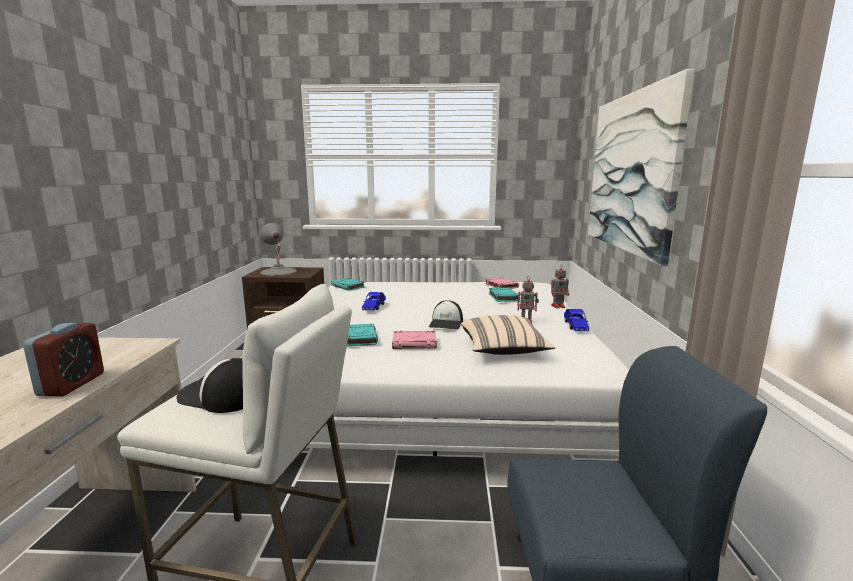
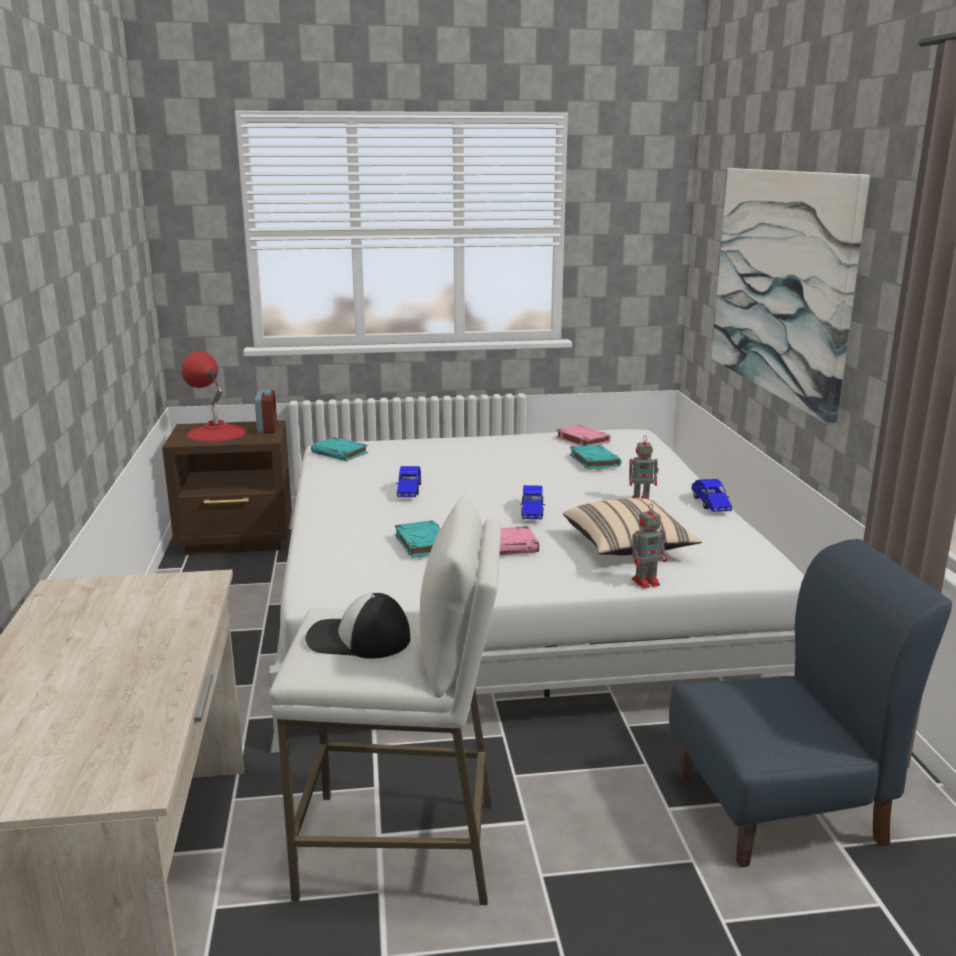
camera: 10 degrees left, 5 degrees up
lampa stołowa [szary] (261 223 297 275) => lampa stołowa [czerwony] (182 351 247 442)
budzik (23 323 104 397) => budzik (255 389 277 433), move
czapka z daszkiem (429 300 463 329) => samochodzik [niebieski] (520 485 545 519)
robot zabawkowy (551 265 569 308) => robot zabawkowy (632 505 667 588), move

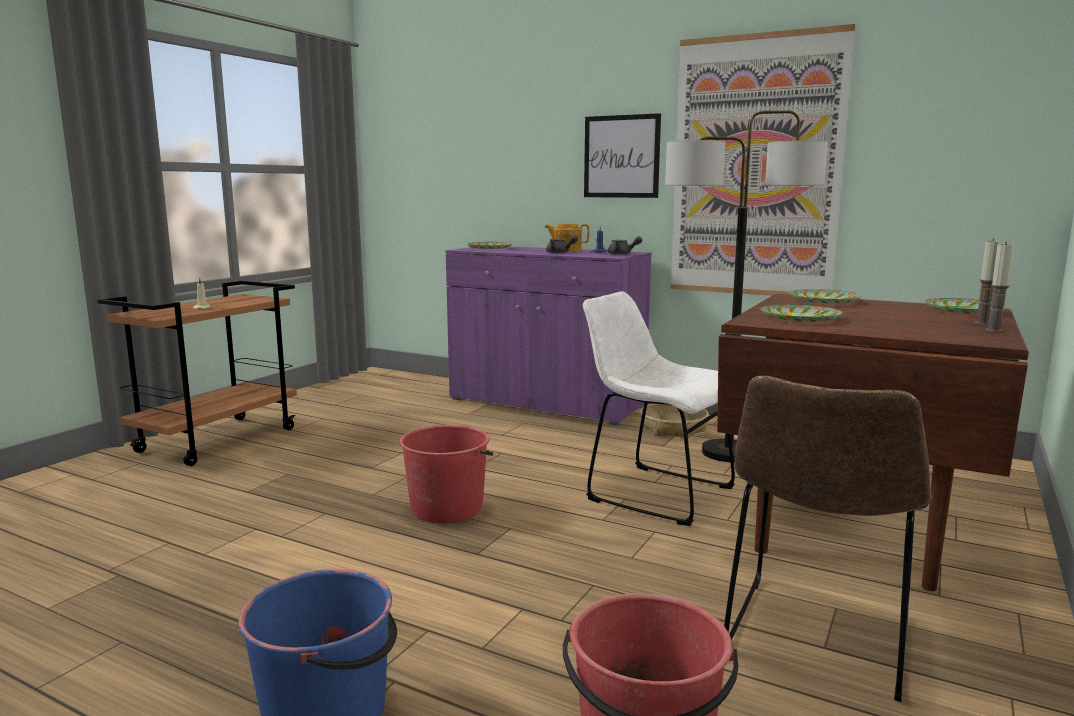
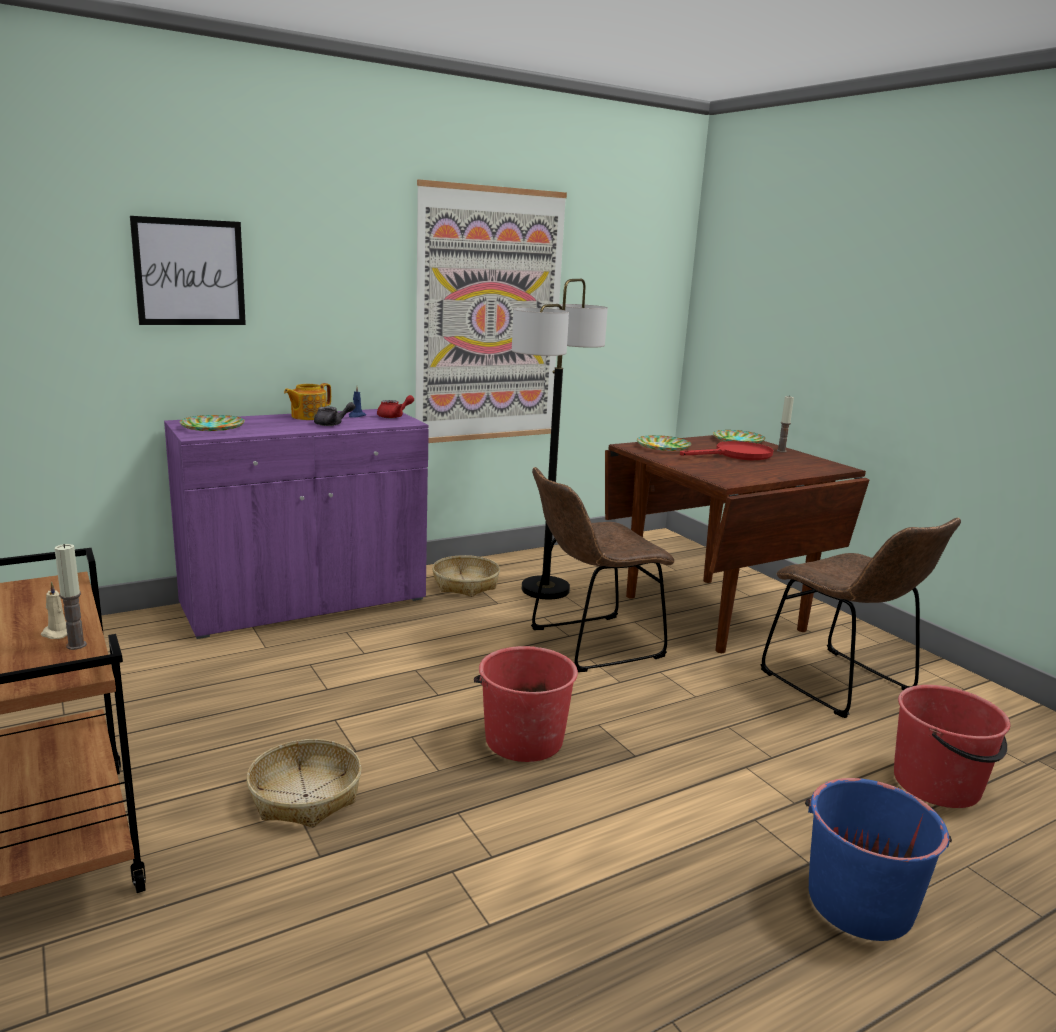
camera: 60 degrees left, 5 degrees up
świeca (986 241 1014 332) => świeca (54 544 87 650), move
obraz (584 113 661 198) => obraz (130 216 246 325), move
nothing => koszyk (247 739 362 827)
imbryk [szary] (608 236 642 255) => imbryk [czerwony] (377 395 414 418)
krzesło [biały] (583 291 735 526) => krzesło [brązowy] (531 467 674 672)
nothing => patelnia [czerwony] (680 441 774 460)
talerz (760 304 842 322) => nothing

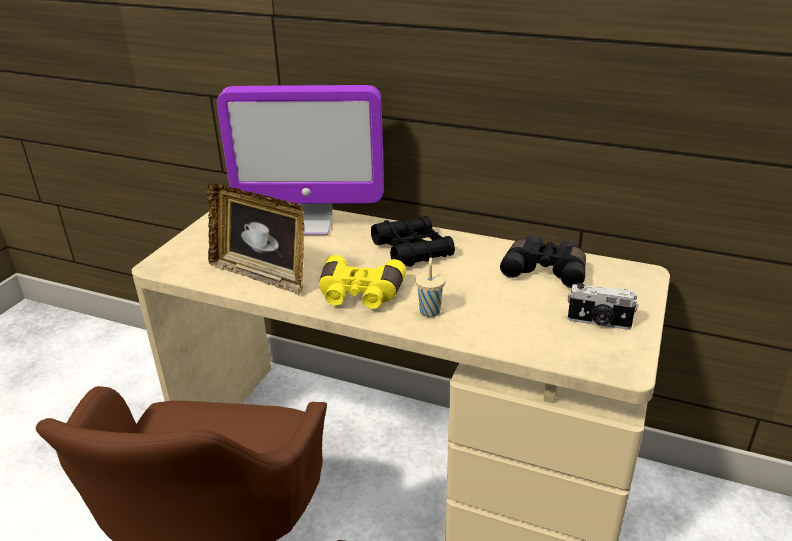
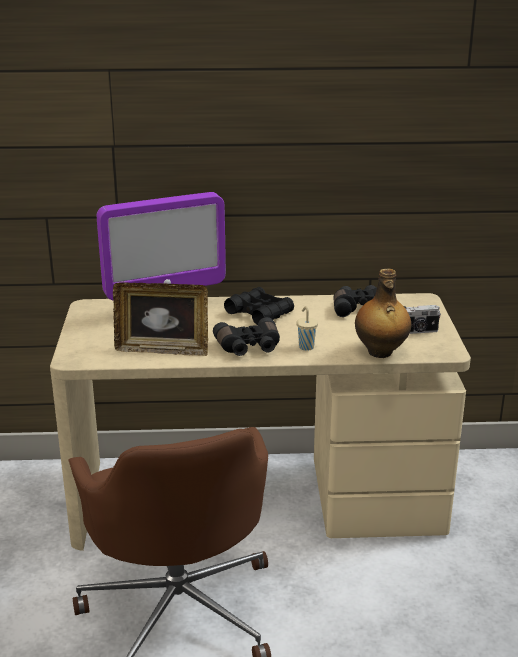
camera: 25 degrees left, 5 degrees down
lornetka [żółty] (319 255 406 309) => lornetka [czarny] (213 317 280 356)
nothing => butelka (355 269 411 358)

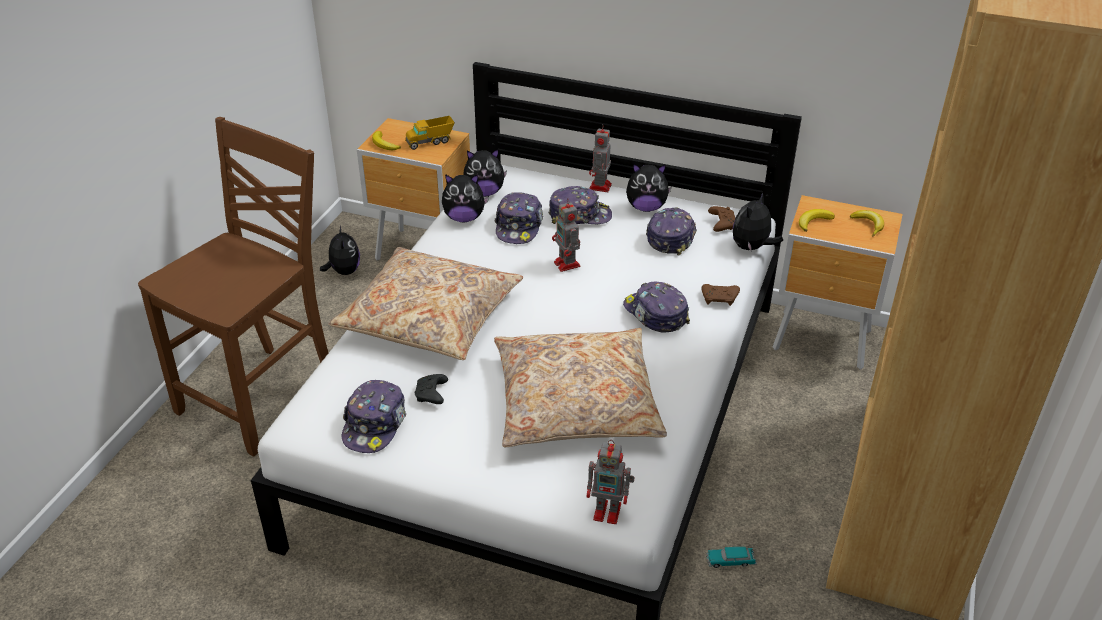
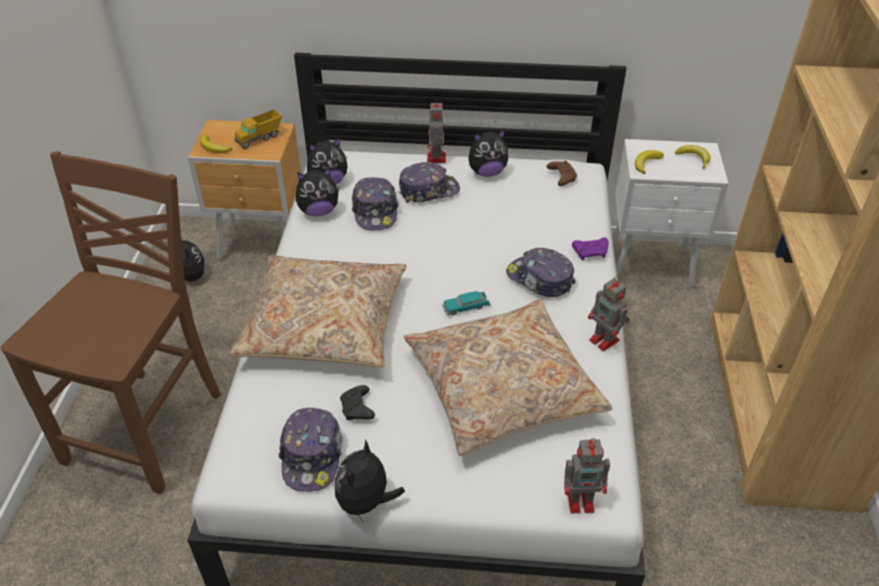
camera: 15 degrees left, 5 degrees up
pluszak (733 192 783 252) => pluszak (335 439 405 522), move
samochodzik (706 547 757 568) => samochodzik (442 291 491 316), move
pad do gier [brązowy] (701 284 740 306) => pad do gier [fioletowy] (572 237 609 260)
robot zabawkowy (552 198 580 272) => robot zabawkowy (588 276 630 351), move
szafka nocna [brązowy] (773 195 903 369) => szafka nocna [biały] (612 139 729 287)
czapka z daszkiem (646 208 697 256) => nothing

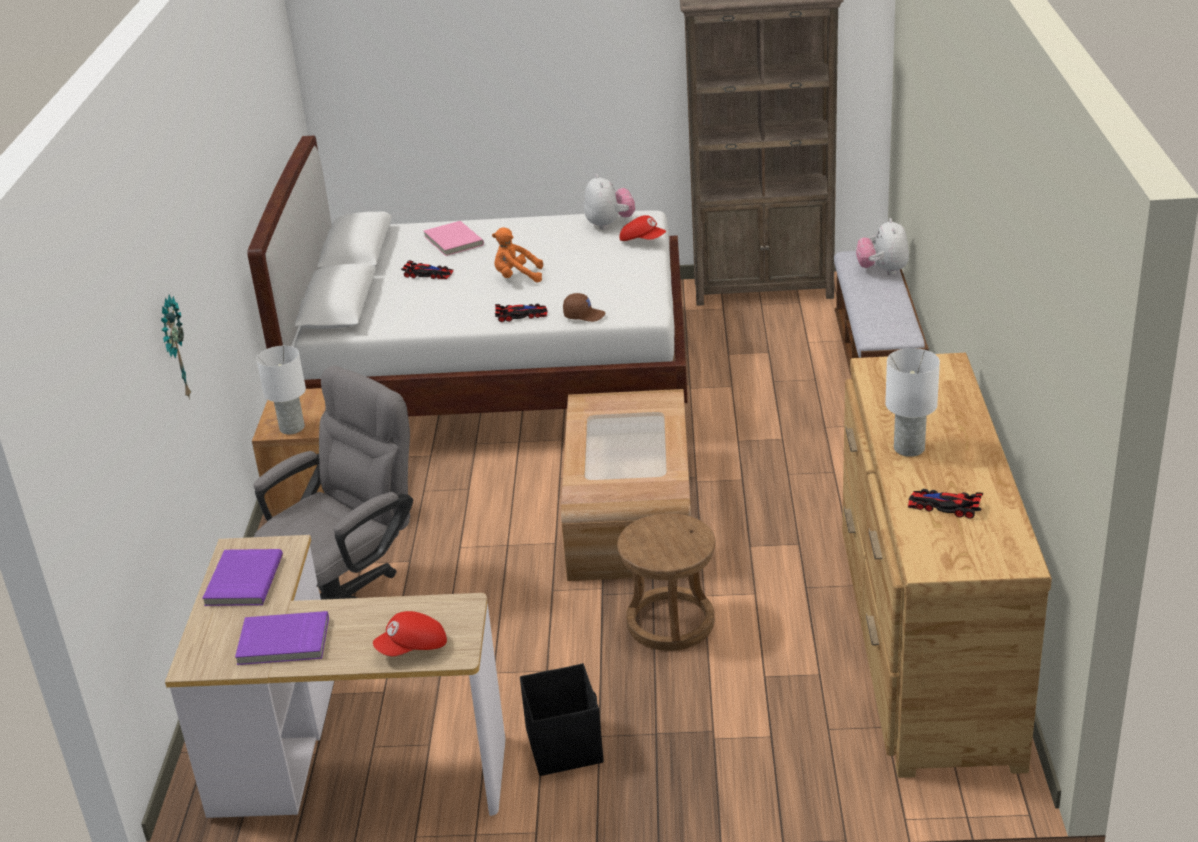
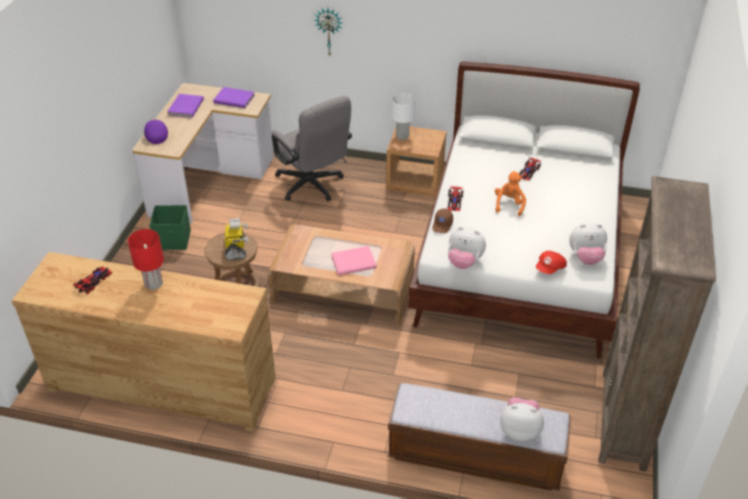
camera: 100 degrees right, 10 degrees up
lampa stołowa [biały] (885 348 940 457) => lampa stołowa [czerwony] (128 229 164 290)
czapka z daszkiem [czerwony] (373 611 447 656) => czapka z daszkiem [fioletowy] (144 119 168 144)
pojemnik do przechowywania [czarny] (520 663 604 776) => pojemnik do przechowywania [zielony] (149 205 191 250)
nothing => robot zabawkowy (225 218 248 260)
książka [różowy] (424 221 484 256) => książka [różowy] (331 246 377 275), move
nothing => pluszak (448 227 486 269)

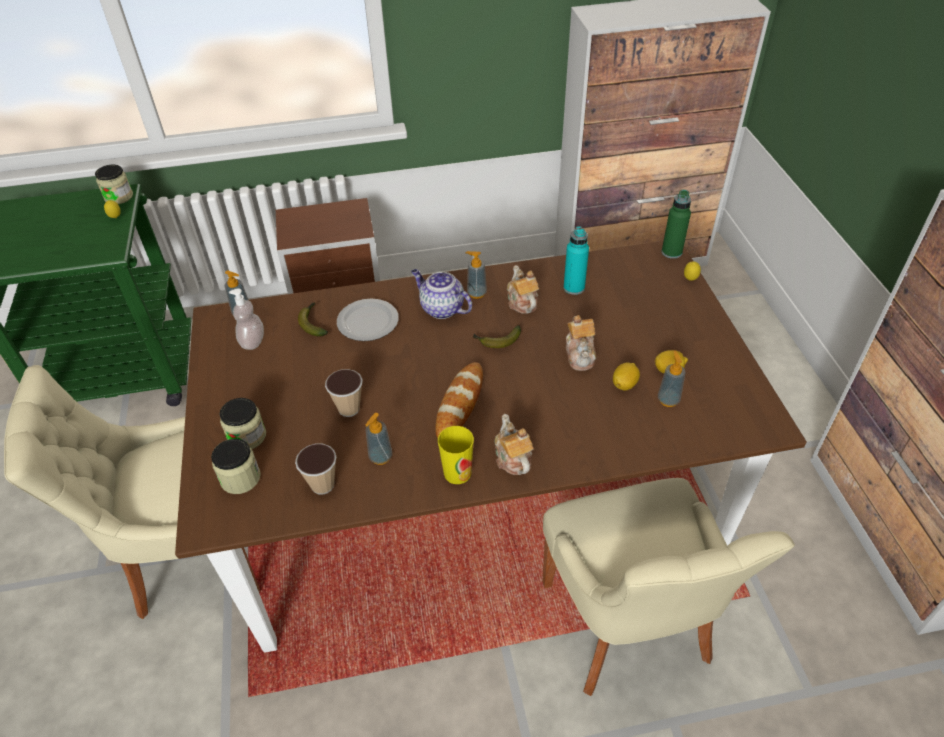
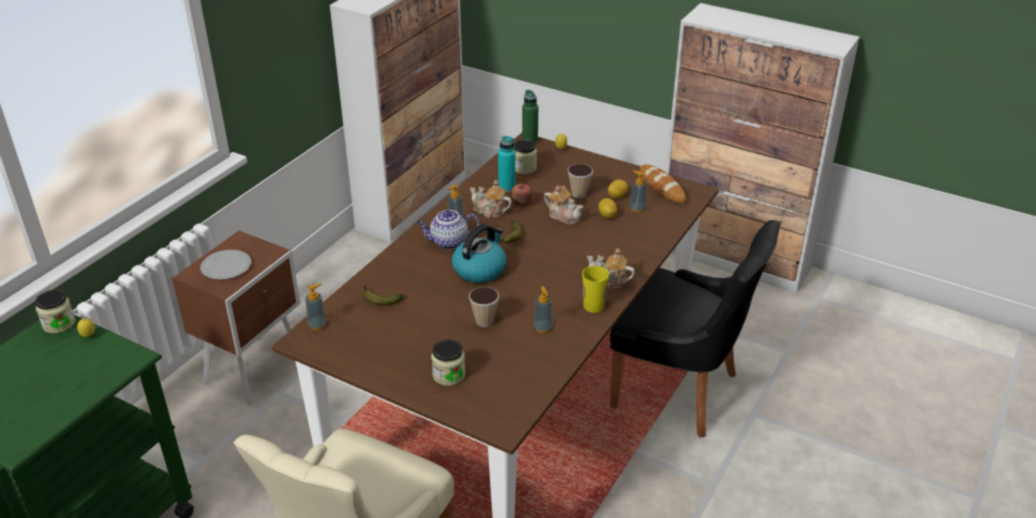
camera: 50 degrees left, 10 degrees down
talerz (337 299 399 341) => talerz (200 250 251 280), move
nothing => czajnik (452 224 506 283)
nothing => jabłko (511 183 532 206)
słoik (211 439 261 494) => słoik (513 139 537 174), move
filiżanka (295 444 336 494) => filiżanka (567 164 593 198), move
krzesło [beżowy] (542 478 795 696) => krzesło [czarny] (610 220 781 438)
chleb (435 362 483 438) => chleb (639 164 686 203), move
dozownik mydła (229 289 264 350) => nothing

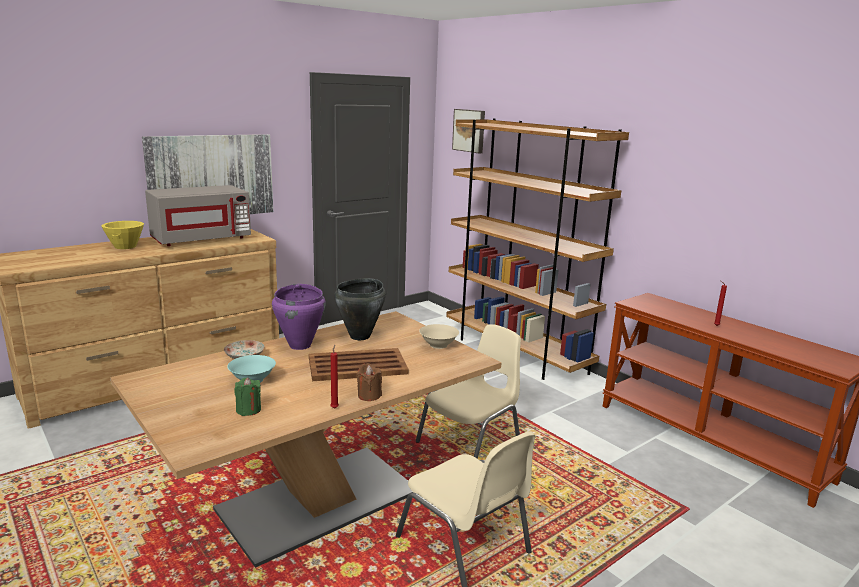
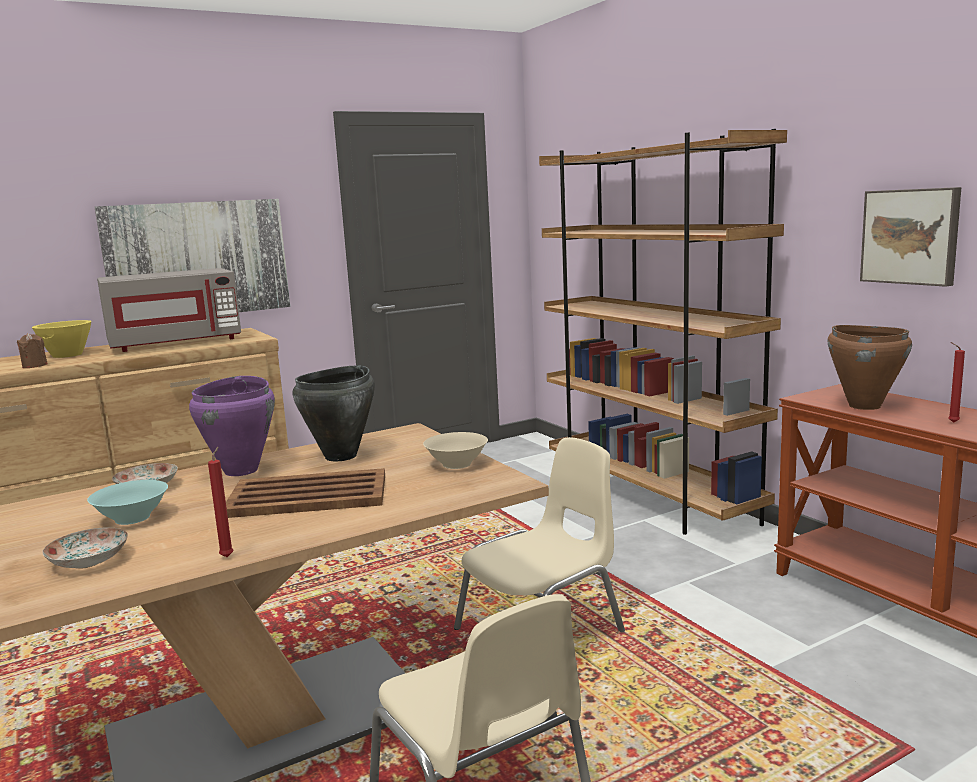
camera: 10 degrees right, 5 degrees down
świeca [brązowy] (357 363 382 401) => świeca [brązowy] (17 333 48 368), move
świeca [zielony] (234 378 261 416) => talerz (43 527 128 569)
nothing => garnek [brązowy] (828 325 912 410)
obraz (452 109 485 153) => obraz (860 187 961 287), move

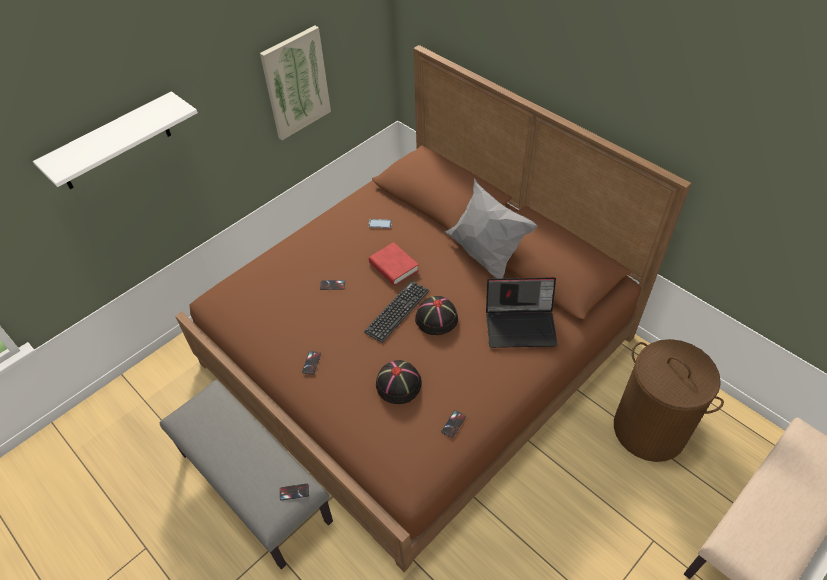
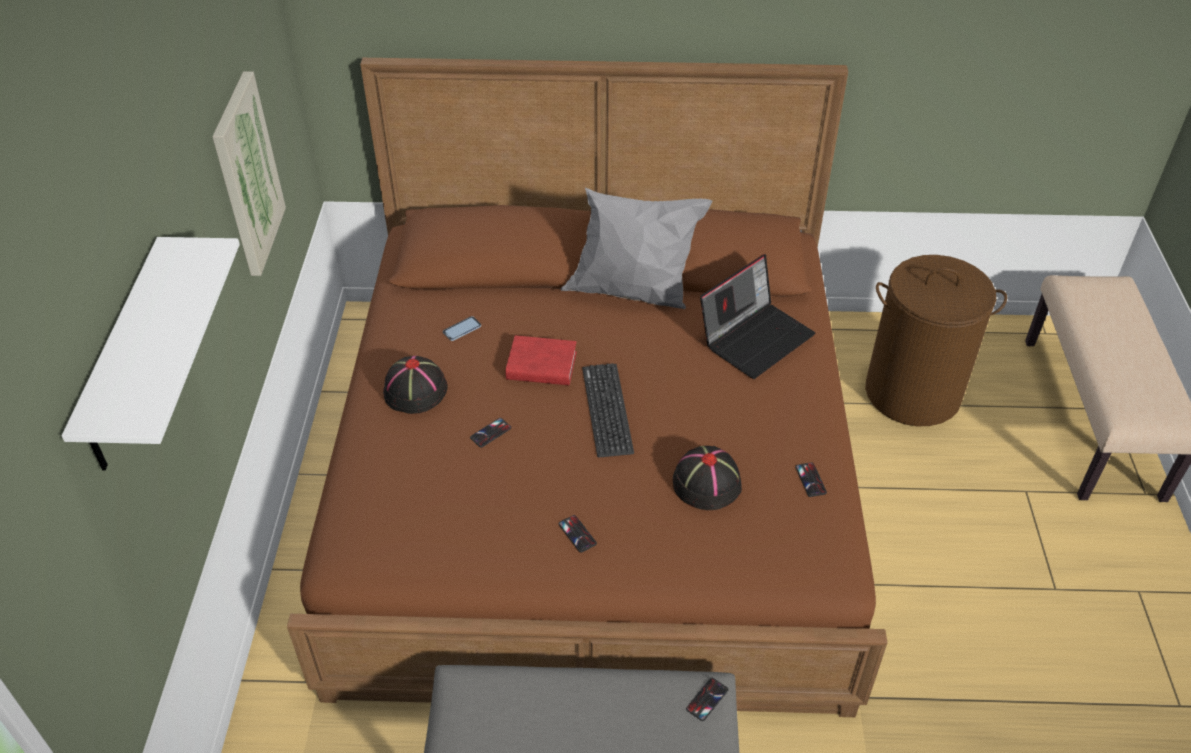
camera: 45 degrees left, 5 degrees down
kapelusz [czarny] (415 296 458 335) => kapelusz [czarny] (383 356 448 414), move

